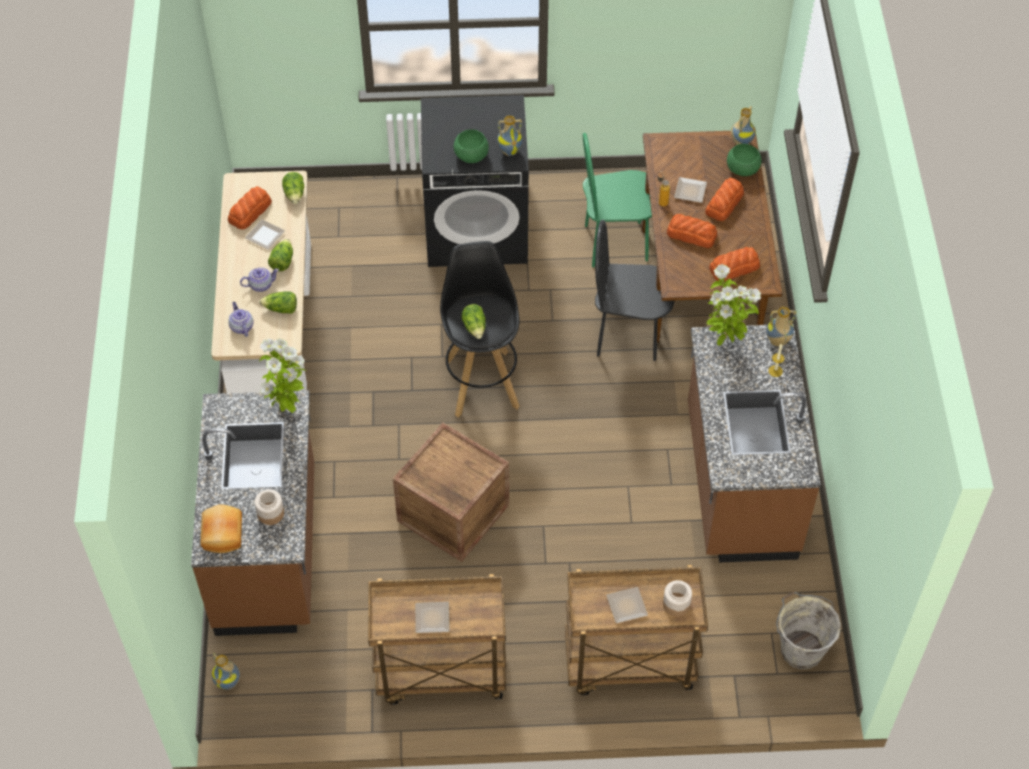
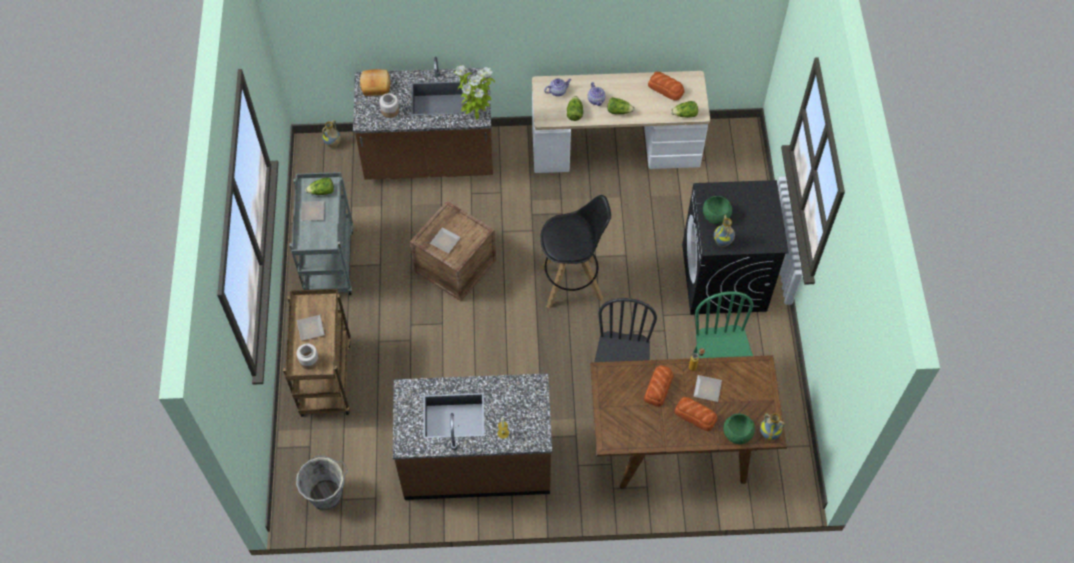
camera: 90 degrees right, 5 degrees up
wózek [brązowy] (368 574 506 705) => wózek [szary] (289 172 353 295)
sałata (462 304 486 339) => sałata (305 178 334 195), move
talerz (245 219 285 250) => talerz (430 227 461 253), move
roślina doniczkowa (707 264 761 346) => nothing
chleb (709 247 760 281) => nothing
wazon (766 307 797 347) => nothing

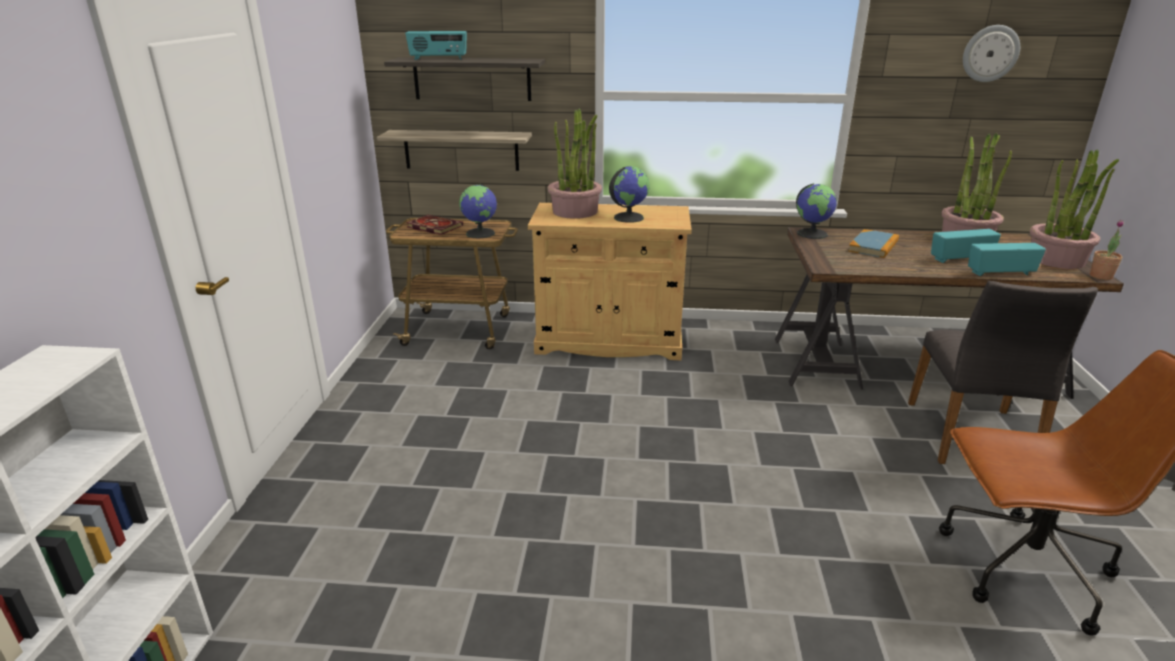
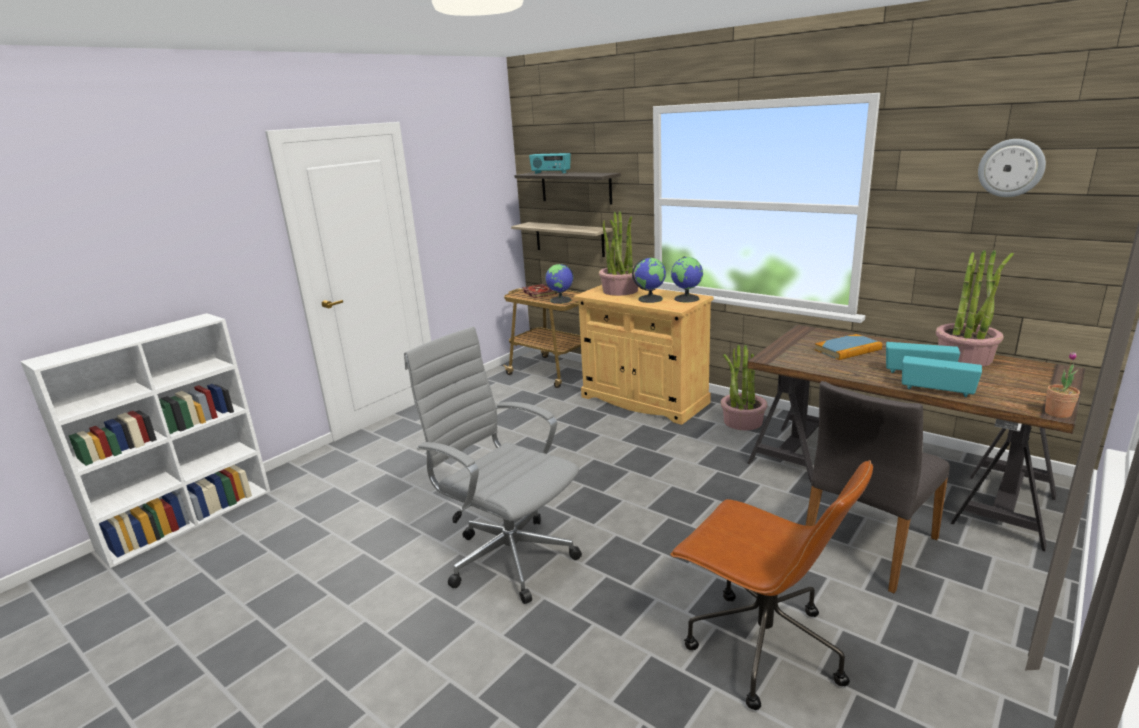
camera: 35 degrees right, 5 degrees down
nothing => krzesło biurowe [szary] (404 327 582 604)
globus (796 183 837 239) => globus (671 256 703 303), move
roślina doniczkowa (1030 149 1119 269) => roślina doniczkowa (721 344 767 430), move

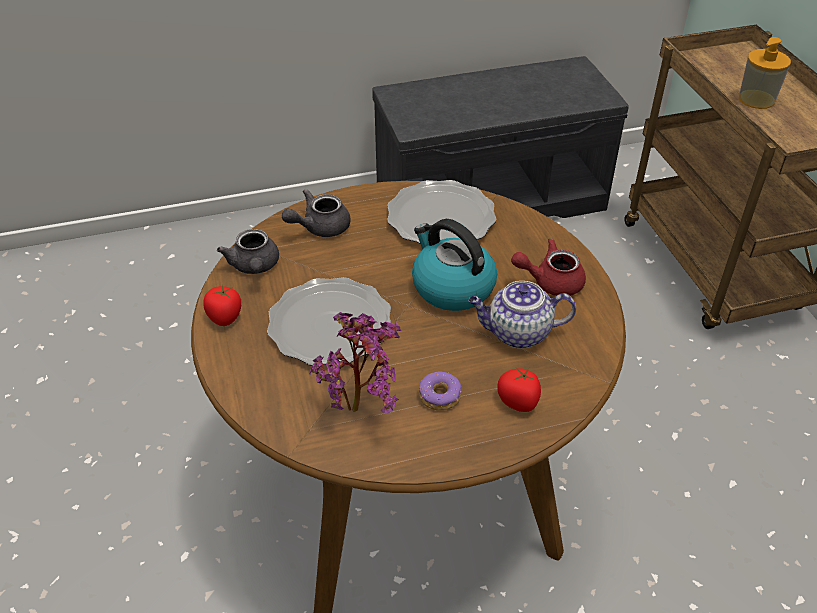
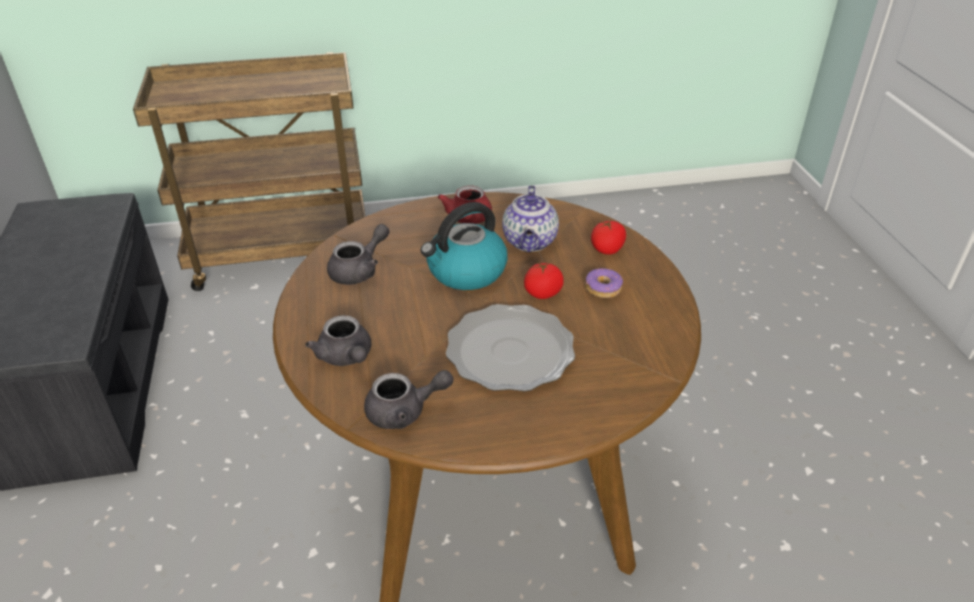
camera: 85 degrees left, 5 degrees down
talerz (387 180 496 243) => imbryk [szary] (327 224 390 285)
pomidor (203 285 241 326) => pomidor (524 262 564 299), move
roślina doniczkowa (309 312 401 414) => nothing
dozownik mydła (739 37 791 109) => nothing

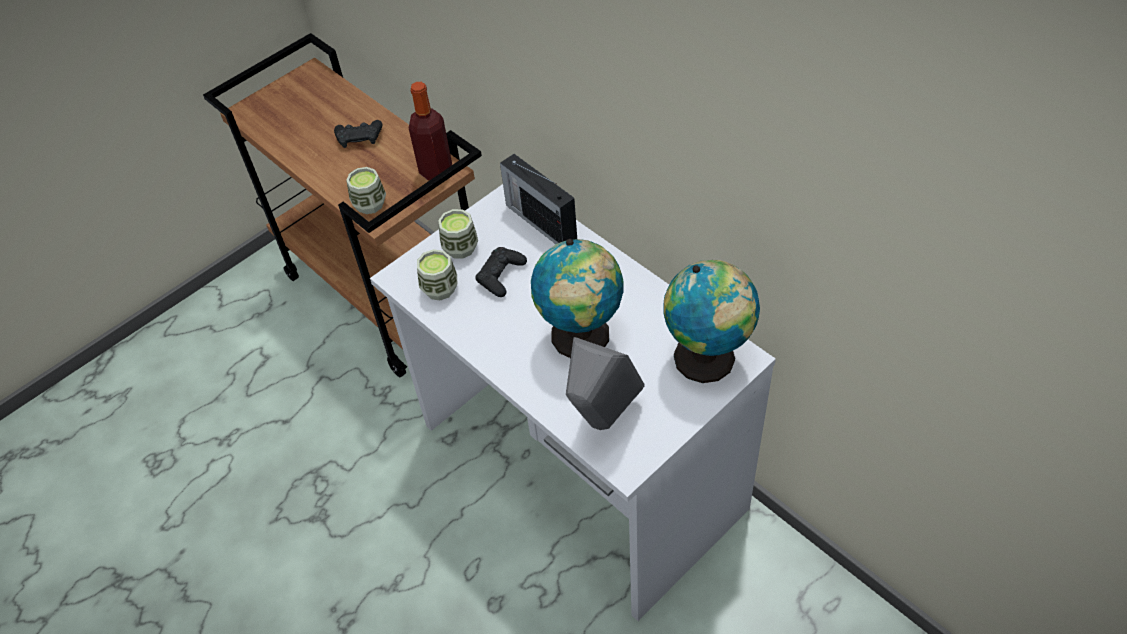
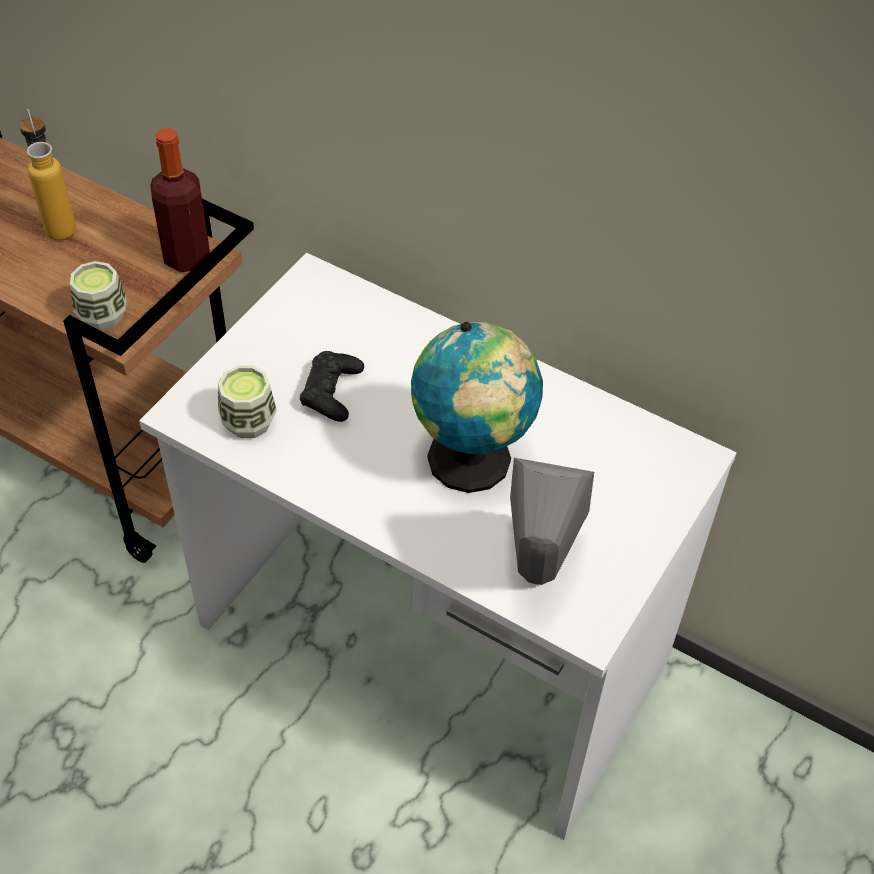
camera: 20 degrees left, 0 degrees up
pad do gier [czarny] (334 120 382 148) => butelka (19 109 76 240)
filiżanka (438 209 478 259) => nothing
radio (500 154 577 244) => nothing
globus (663 260 760 383) => nothing

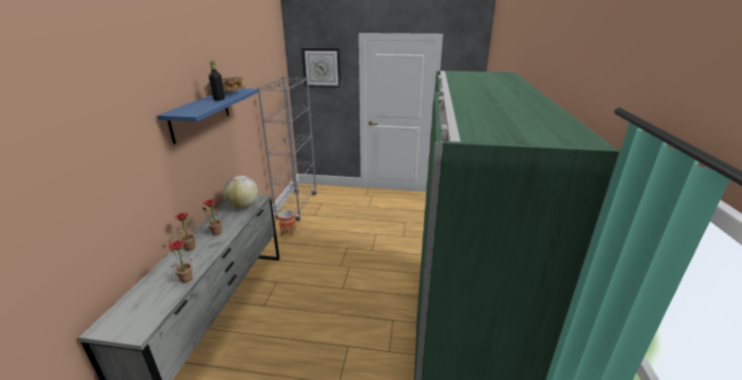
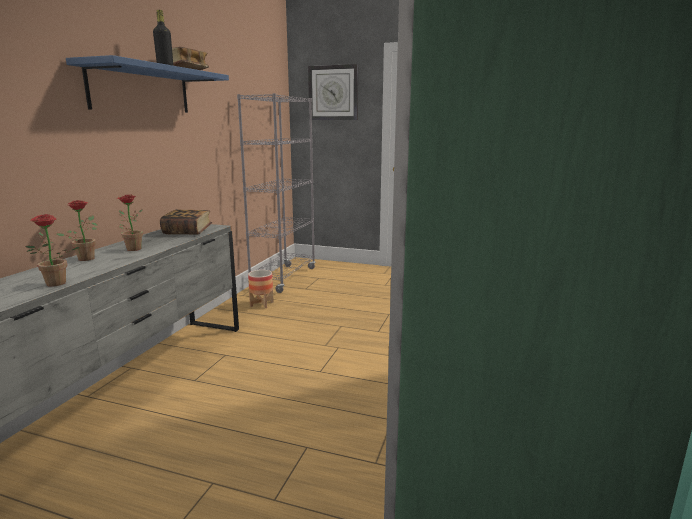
camera: 10 degrees right, 10 degrees down
globus (223 176 258 209) => książka (160 209 212 235)

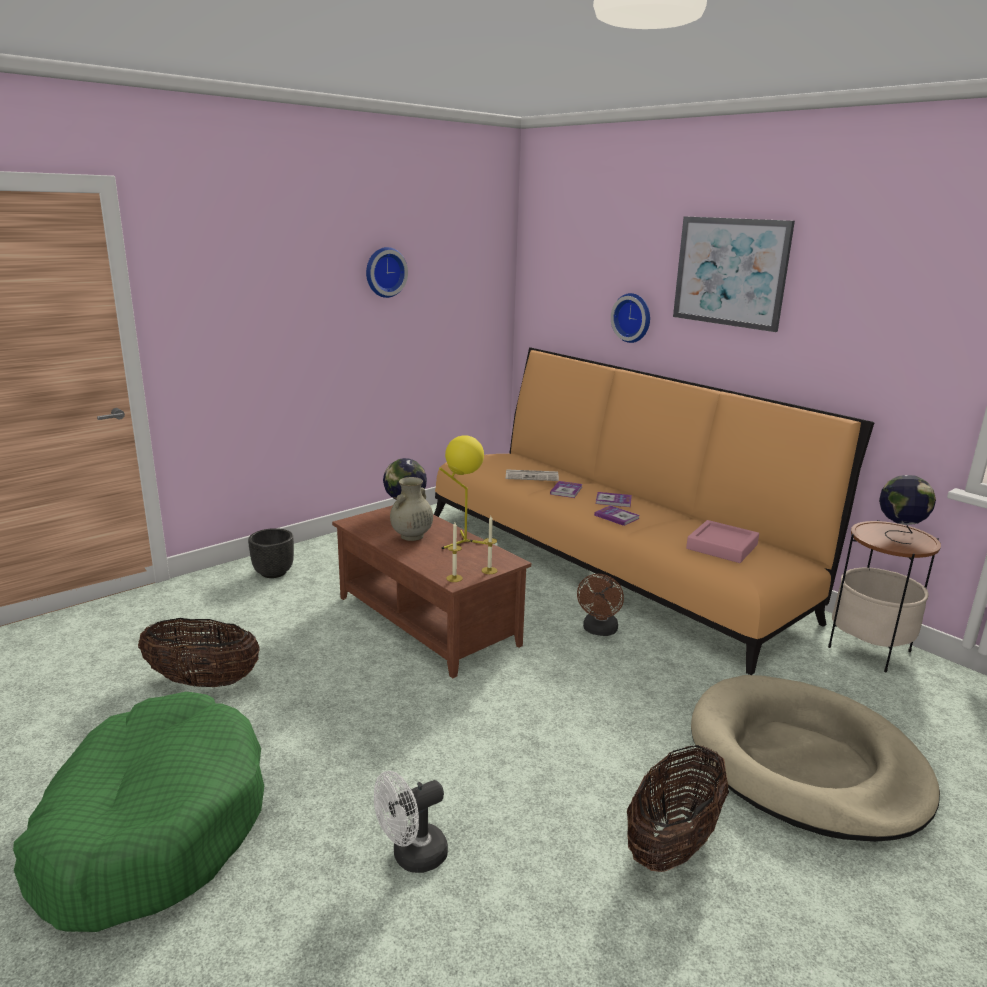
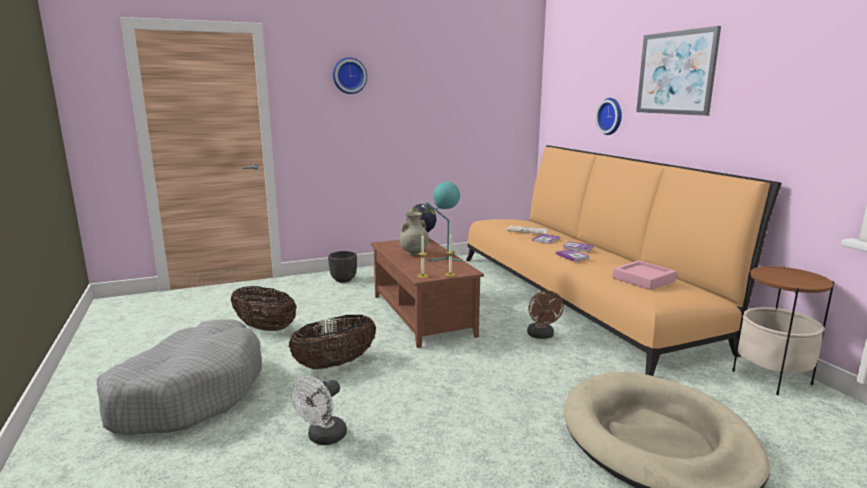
camera: 20 degrees right, 5 degrees down
legowisko [zielony] (13 692 264 932) => legowisko [szary] (97 319 262 435)
koszyk (627 745 729 872) => koszyk (288 315 376 369), move
wentylator [biały] (374 771 448 873) => wentylator [biały] (292 376 347 445), 45 degrees counterclockwise
zegar ścienny (366 247 408 298) => zegar ścienny (333 57 367 94), move
lampa stołowa [żółty] (439 435 488 549) => lampa stołowa [turkusowy] (426 182 462 262)
wentylator [brązowy] (577 574 624 636) => wentylator [brązowy] (527 290 564 339), 45 degrees counterclockwise
globus (879 475 936 544) => nothing

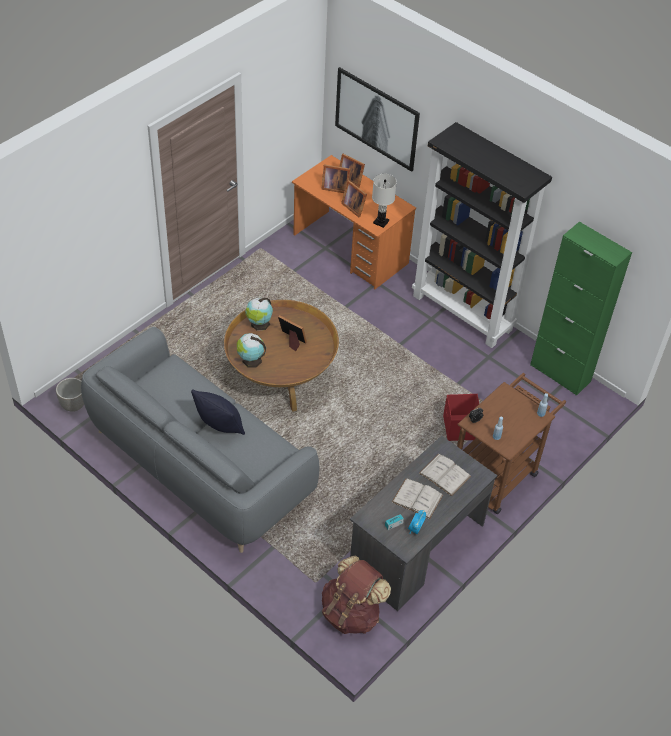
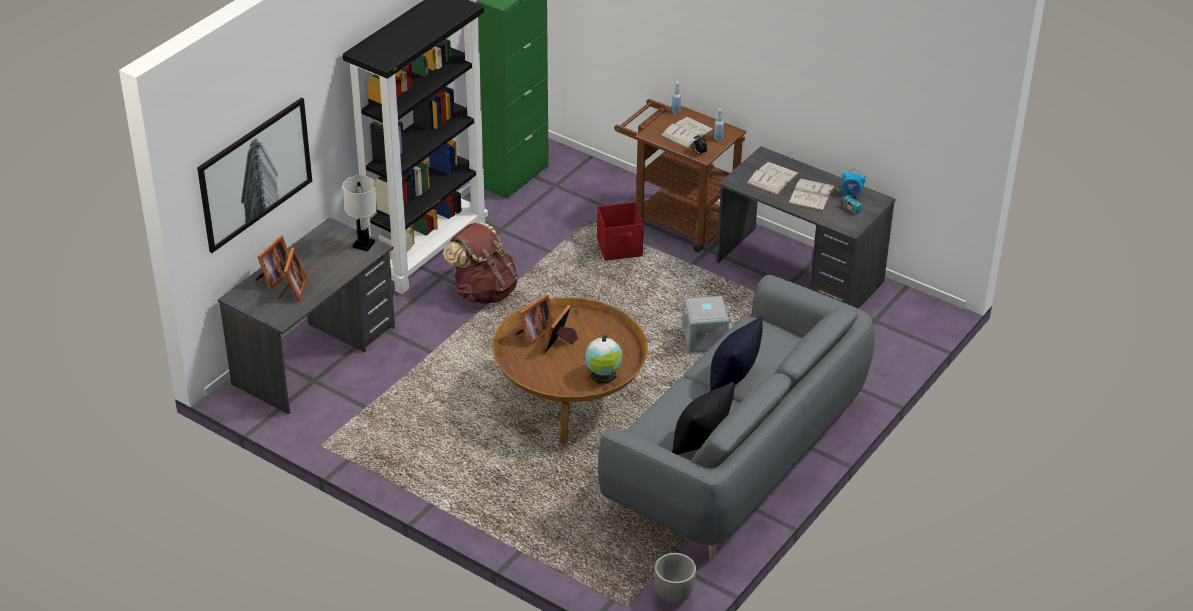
camera: 95 degrees left, 10 degrees down
biurko [pomarańczowy] (292 155 416 289) => biurko [szary] (218 217 395 414)
plecak [brązowy] (322 555 391 634) => plecak [brązowy] (443 221 518 304), move
ramka na zdjęcie (341 180 367 217) => ramka na zdjęcie (515 294 554 346), move
nothing => książka [biały] (660 117 714 149)
nothing => poduszka [czarny] (672 382 735 455)
nothing => pojemnik do przechowywania [szary] (683 296 729 353)
globus (245 298 273 331) => nothing

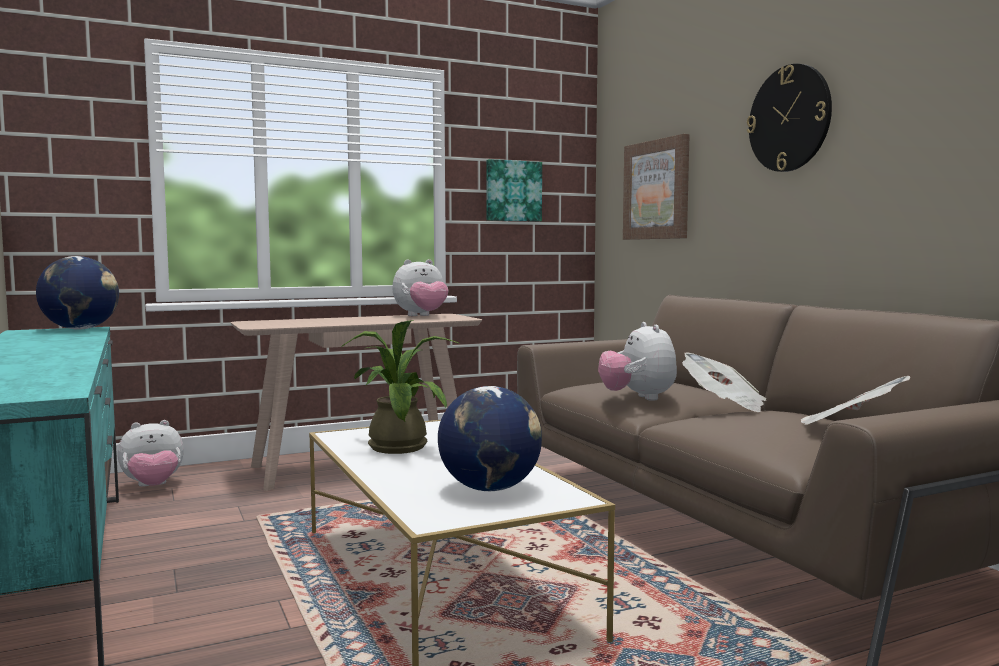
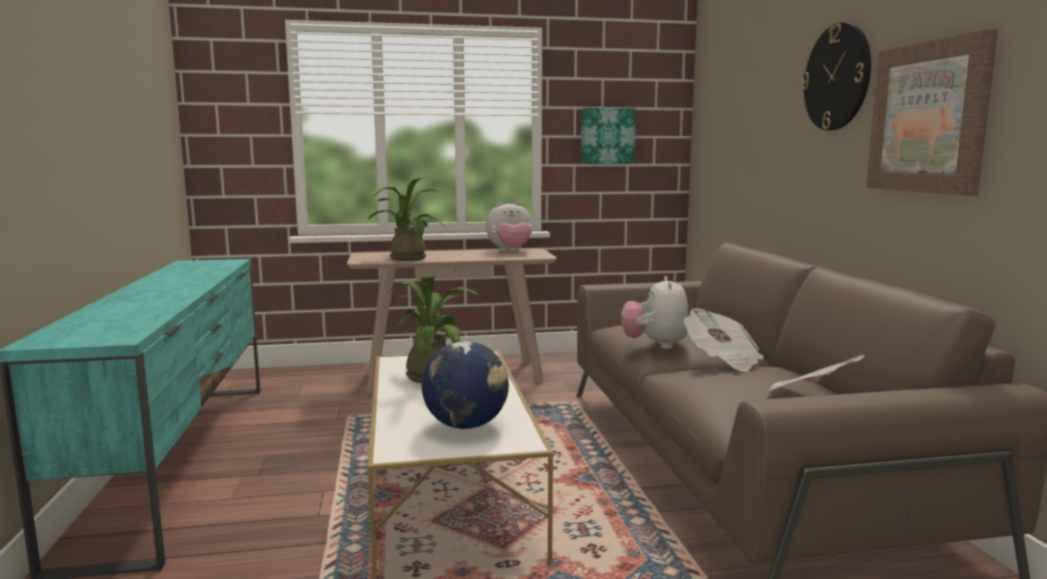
camera: 15 degrees right, 5 degrees up
nothing => roślina doniczkowa (367 177 446 261)
obraz (623 134 690 240) => obraz (866 29 998 196), move
globus (36 256 119 330) => nothing
pluszak (117 420 184 487) => nothing

